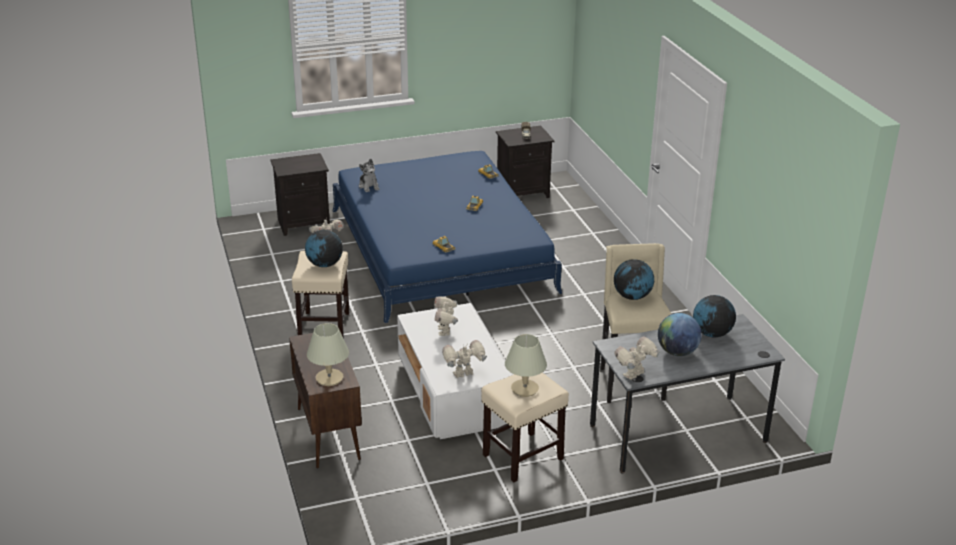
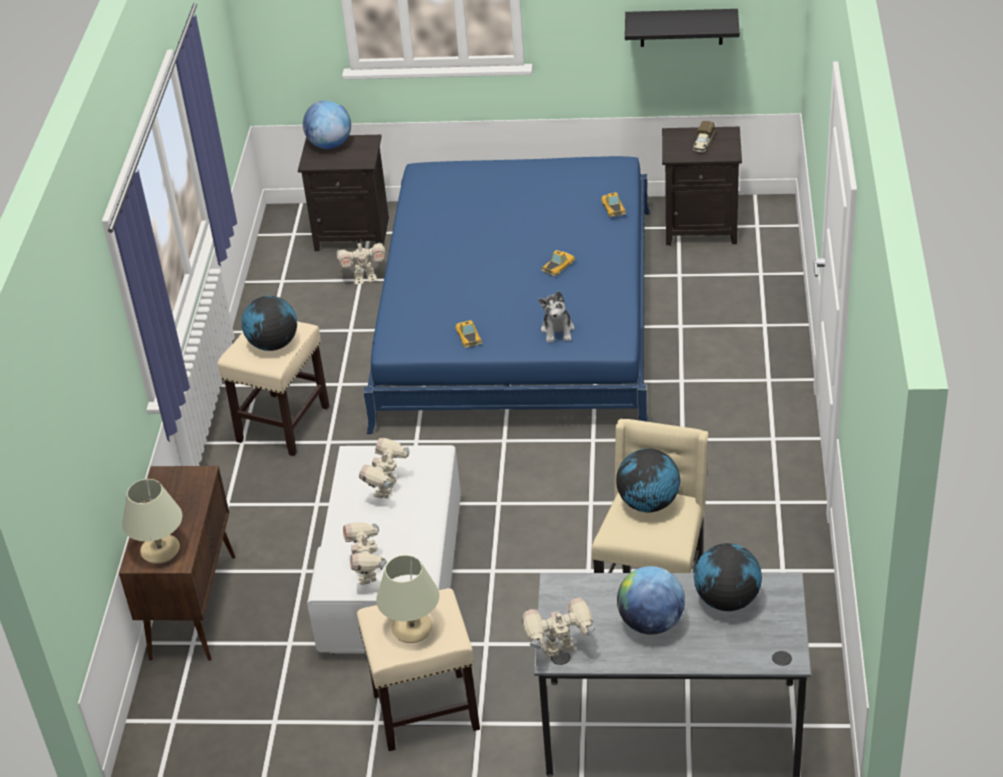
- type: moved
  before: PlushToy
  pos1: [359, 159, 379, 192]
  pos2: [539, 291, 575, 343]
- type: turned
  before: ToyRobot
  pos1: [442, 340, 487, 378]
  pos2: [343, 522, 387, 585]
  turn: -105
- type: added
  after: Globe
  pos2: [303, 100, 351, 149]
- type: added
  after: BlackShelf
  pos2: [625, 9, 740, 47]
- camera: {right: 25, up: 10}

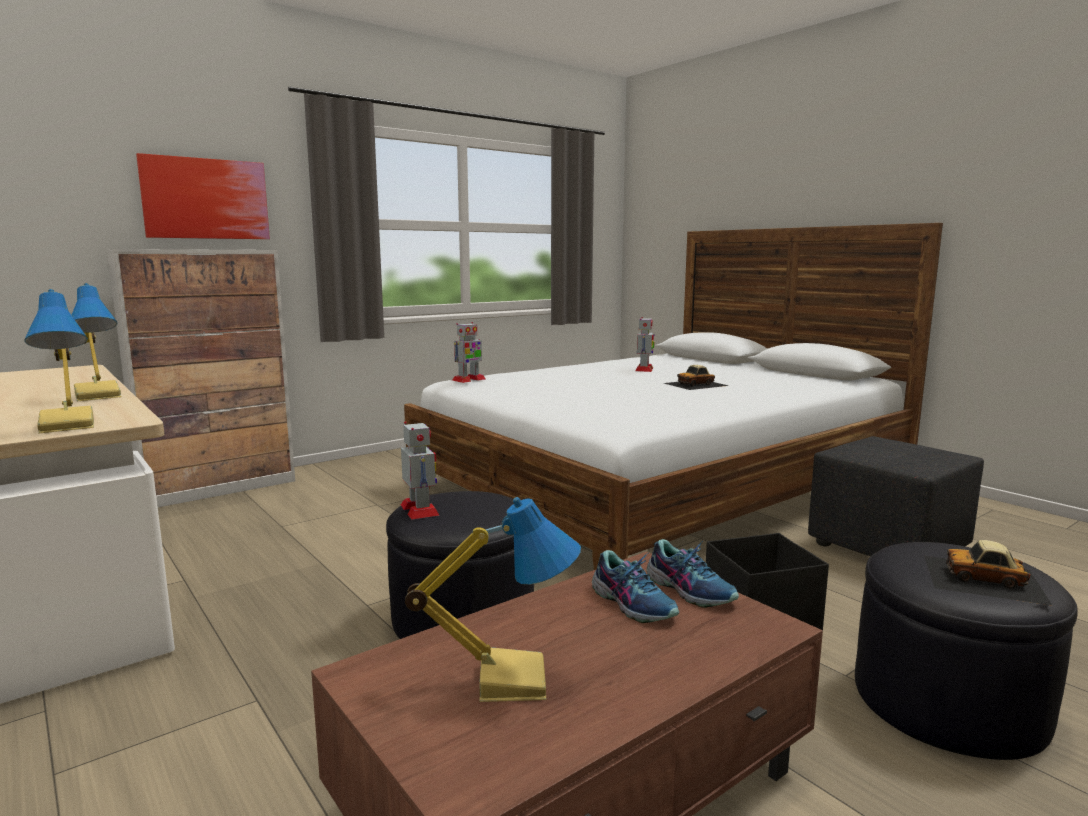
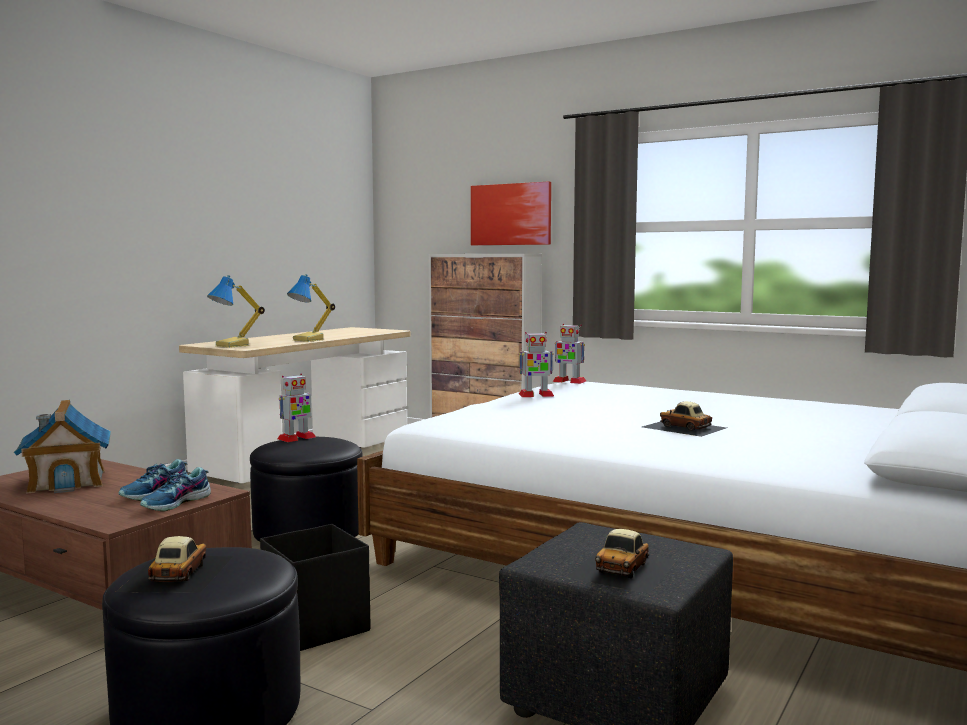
- type: replaced
  before: TableLamp
  after: ToyHouse
  pos1: [405, 497, 581, 702]
  pos2: [14, 400, 111, 494]
- type: moved
  before: ToyRobot
  pos1: [635, 317, 654, 372]
  pos2: [519, 332, 555, 397]
- type: added
  after: ToyCar
  pos2: [567, 529, 677, 594]
- camera: {right: 70, up: -5}

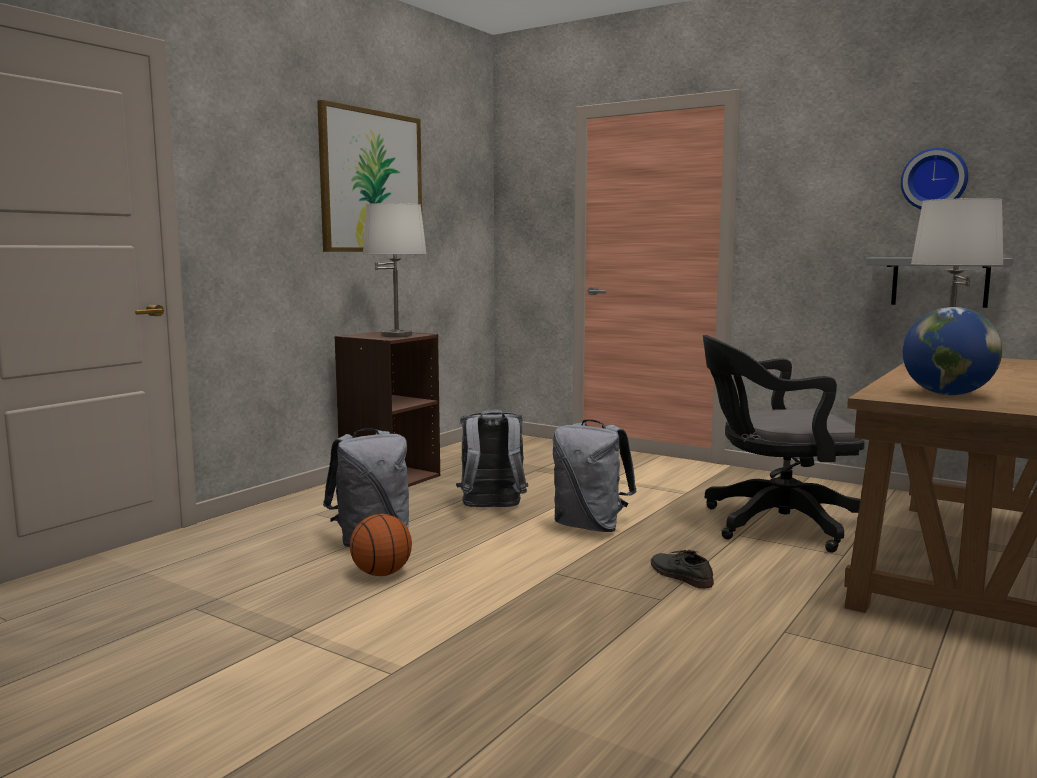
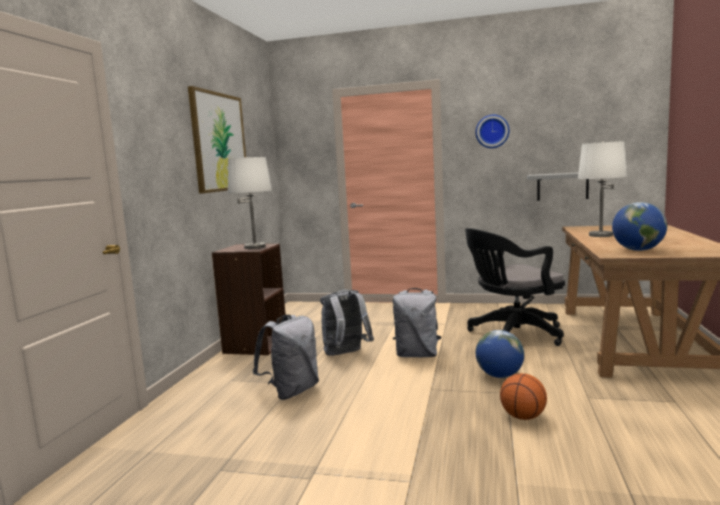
- type: moved
  before: Basketball
  pos1: [350, 514, 412, 576]
  pos2: [500, 373, 547, 420]
- type: replaced
  before: GreyShoe
  after: Globe
  pos1: [651, 550, 714, 589]
  pos2: [476, 330, 524, 378]
- type: moved
  before: WallClock
  pos1: [901, 148, 968, 209]
  pos2: [475, 115, 509, 148]
- camera: {right: -20, up: 0}

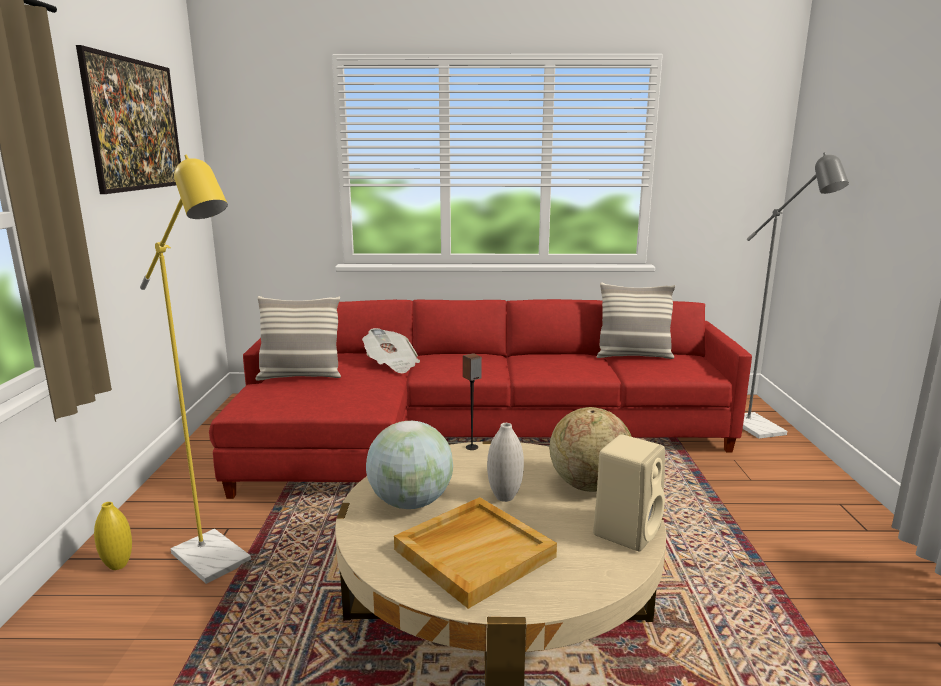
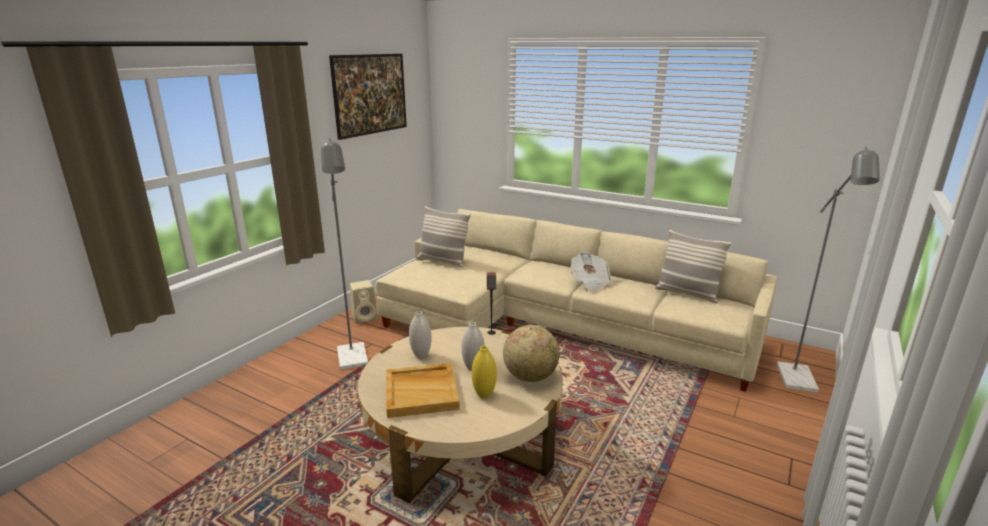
- type: moved
  before: YellowVase
  pos1: [94, 502, 132, 570]
  pos2: [472, 346, 497, 398]
- type: recoloured
  before: YellowFloorLamp
  after: GreyFloorLamp
  pos1: [140, 155, 251, 584]
  pos2: [321, 138, 368, 370]
- type: recoloured
  before: RedSofa
  after: BeigeSofa
  pos1: [209, 299, 752, 499]
  pos2: [375, 209, 777, 392]
- type: moved
  before: Newspaper
  pos1: [362, 328, 420, 374]
  pos2: [571, 252, 611, 291]
- type: replaced
  before: Globe
  after: WhiteVase
  pos1: [366, 421, 453, 509]
  pos2: [409, 311, 431, 358]
- type: moved
  before: BeigeSpeaker
  pos1: [593, 434, 665, 551]
  pos2: [350, 280, 377, 324]
- camera: {right: 30, up: 5}

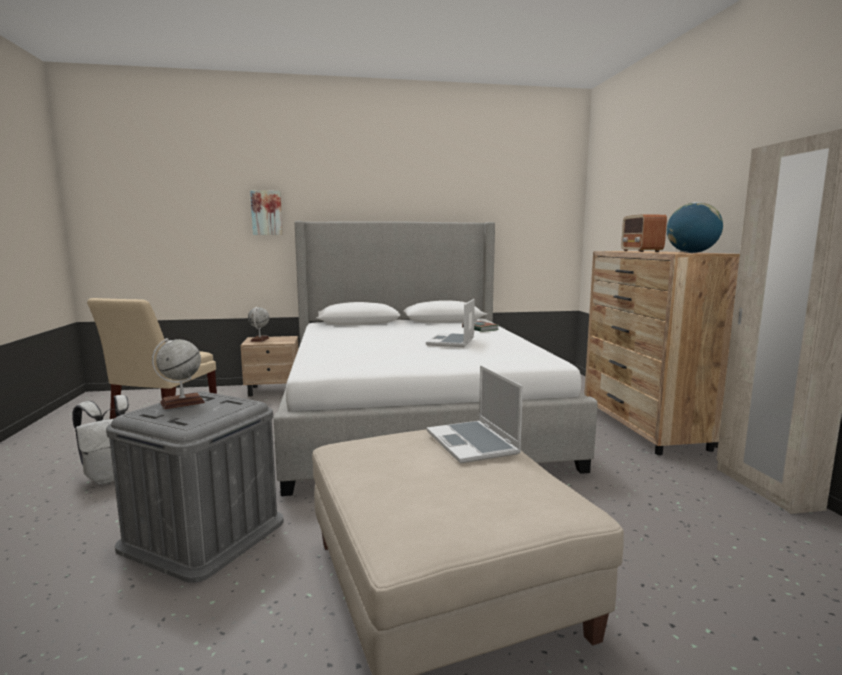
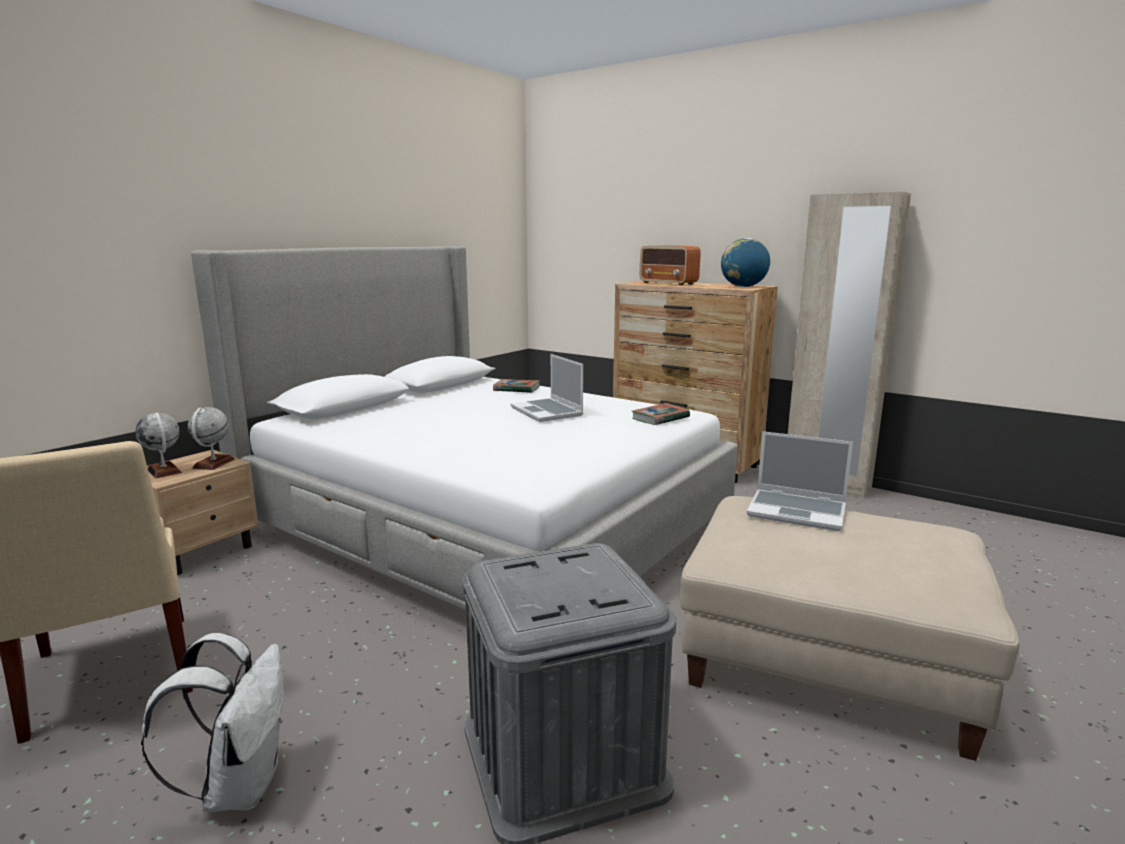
- type: moved
  before: Globe
  pos1: [152, 338, 205, 409]
  pos2: [188, 407, 235, 470]
- type: removed
  before: Picture
  pos1: [250, 190, 283, 235]
- type: added
  after: Book
  pos2: [632, 403, 690, 425]
- camera: {right: -45, up: 5}

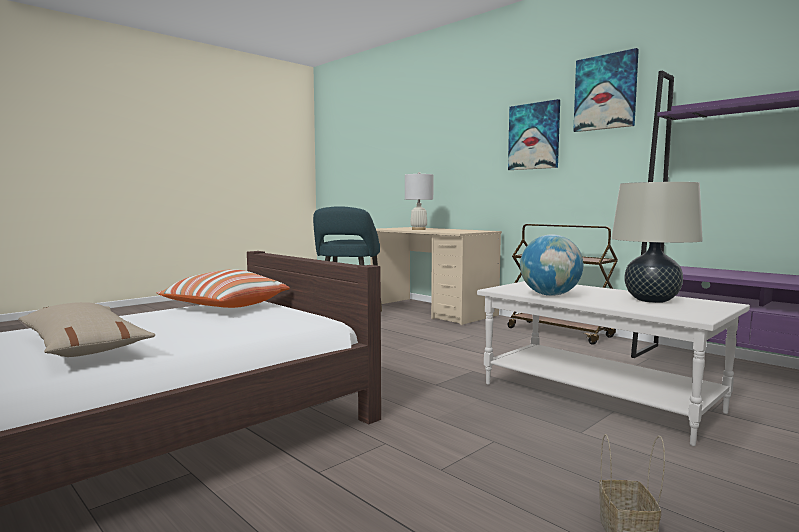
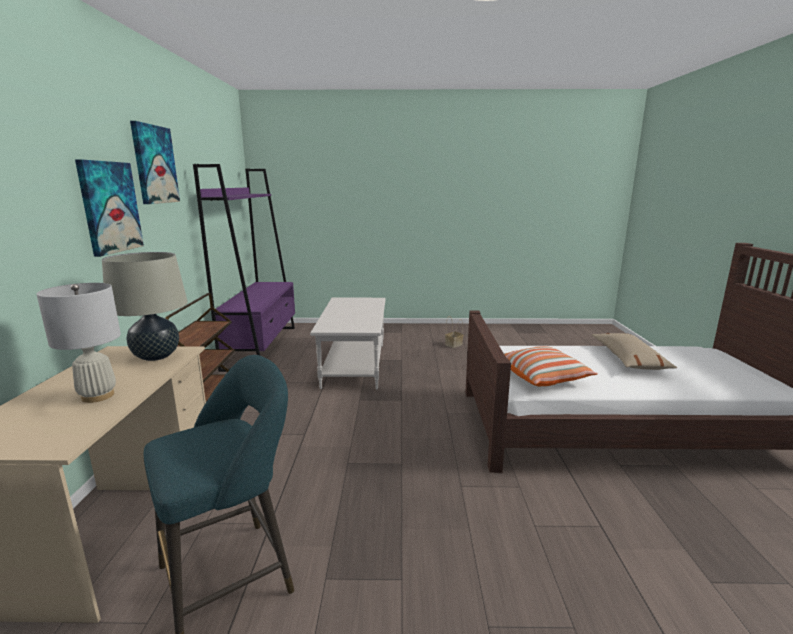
- type: removed
  before: Globe
  pos1: [520, 234, 583, 296]
- type: moved
  before: BeigeTableLamp
  pos1: [611, 182, 703, 303]
  pos2: [102, 252, 188, 361]
- camera: {right: -135, up: 10}

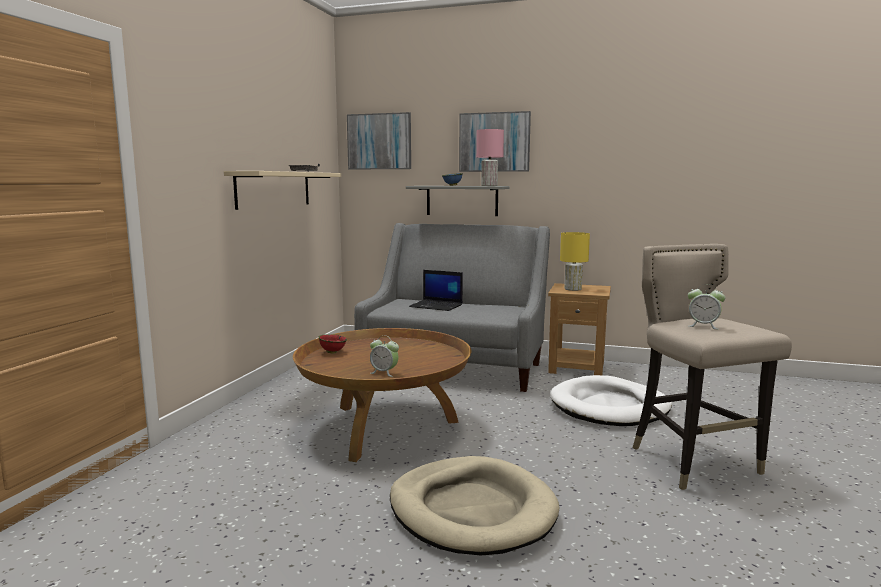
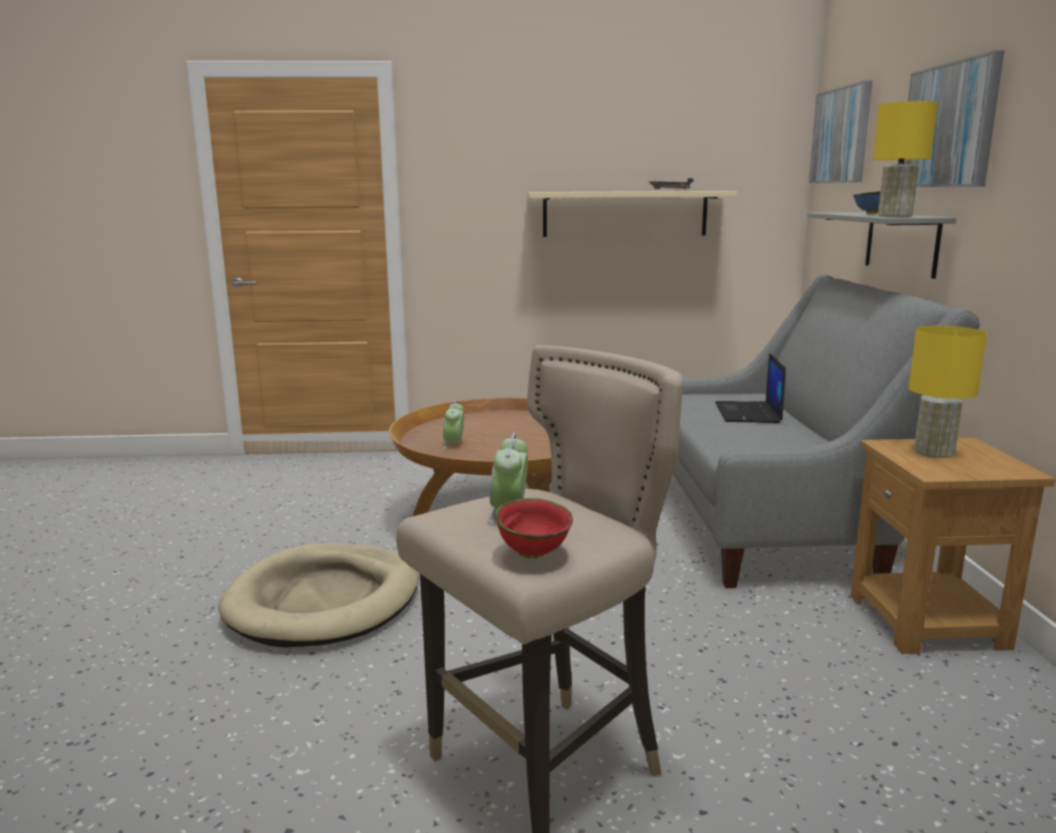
- type: moved
  before: RedBowl
  pos1: [319, 334, 347, 353]
  pos2: [495, 498, 573, 559]
- type: recoloured
  before: PinkTableLamp
  after: YellowTableLamp
  pos1: [476, 129, 504, 186]
  pos2: [873, 101, 938, 217]
- type: removed
  before: WhiteDogBed
  pos1: [550, 375, 672, 426]
- camera: {right: 70, up: 5}

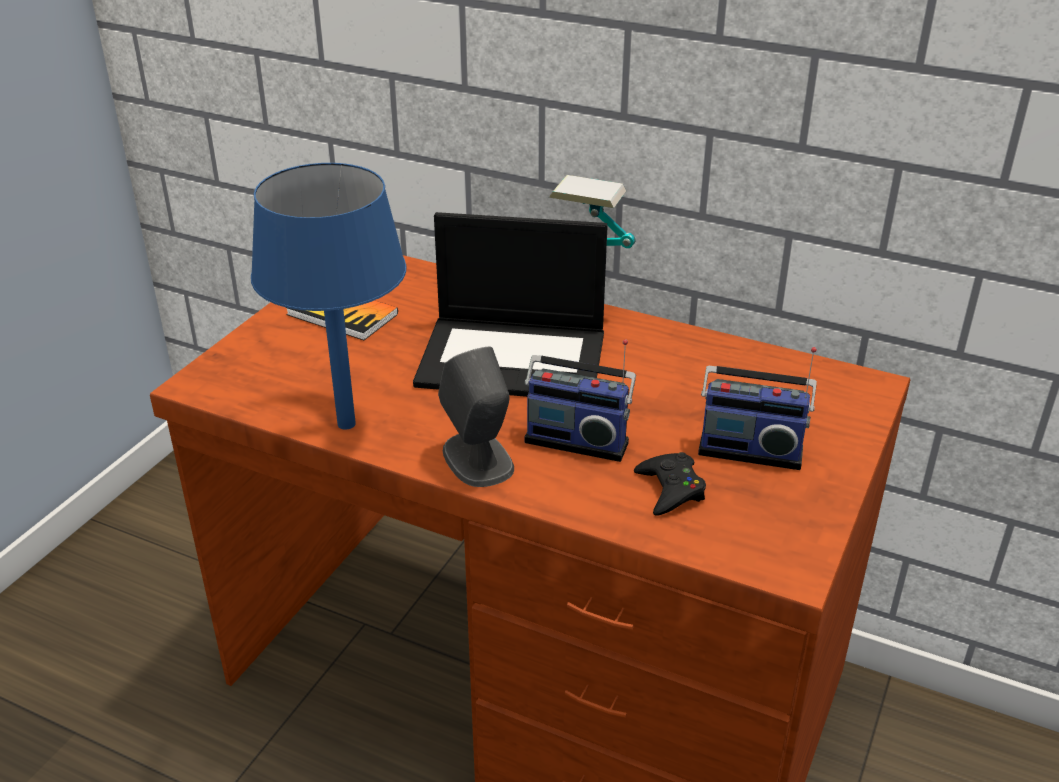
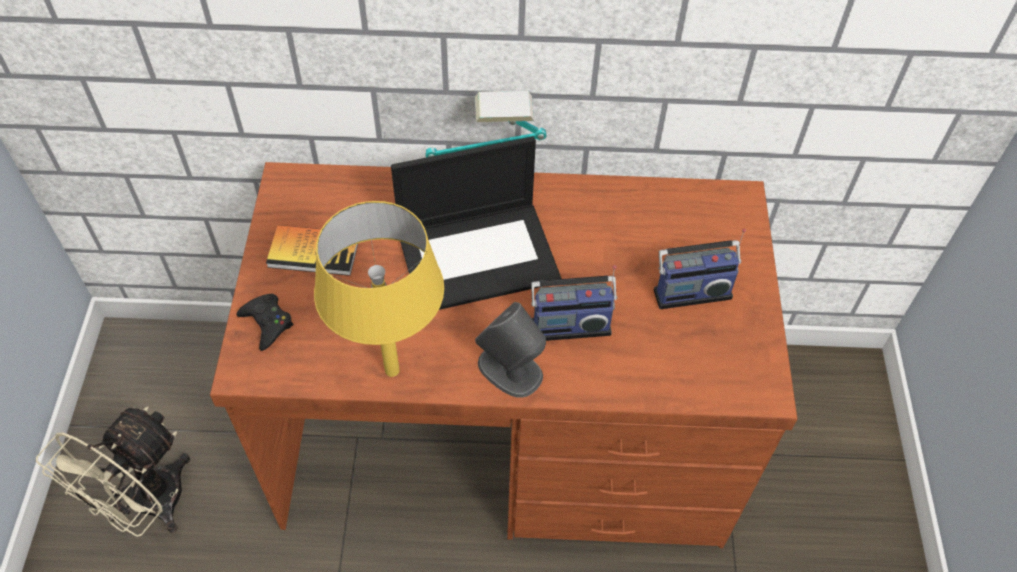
- type: recoloured
  before: BlueTableLamp
  after: YellowTableLamp
  pos1: [251, 163, 407, 430]
  pos2: [314, 201, 444, 377]
- type: moved
  before: BlackGameController
  pos1: [634, 452, 706, 516]
  pos2: [237, 294, 293, 351]
- type: added
  after: BeigeFan
  pos2: [36, 406, 190, 537]
- camera: {right: -25, up: 20}

